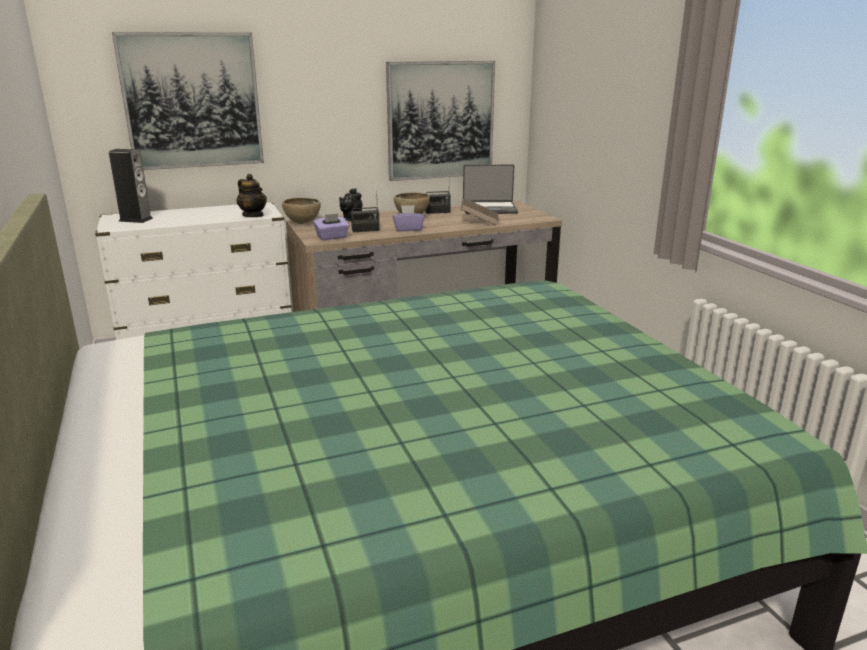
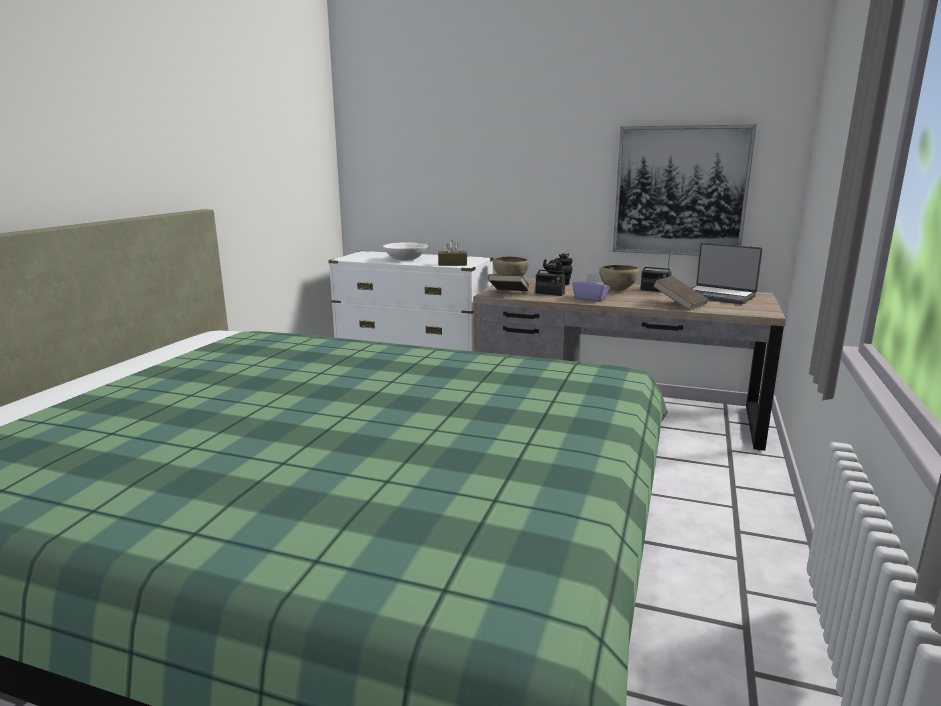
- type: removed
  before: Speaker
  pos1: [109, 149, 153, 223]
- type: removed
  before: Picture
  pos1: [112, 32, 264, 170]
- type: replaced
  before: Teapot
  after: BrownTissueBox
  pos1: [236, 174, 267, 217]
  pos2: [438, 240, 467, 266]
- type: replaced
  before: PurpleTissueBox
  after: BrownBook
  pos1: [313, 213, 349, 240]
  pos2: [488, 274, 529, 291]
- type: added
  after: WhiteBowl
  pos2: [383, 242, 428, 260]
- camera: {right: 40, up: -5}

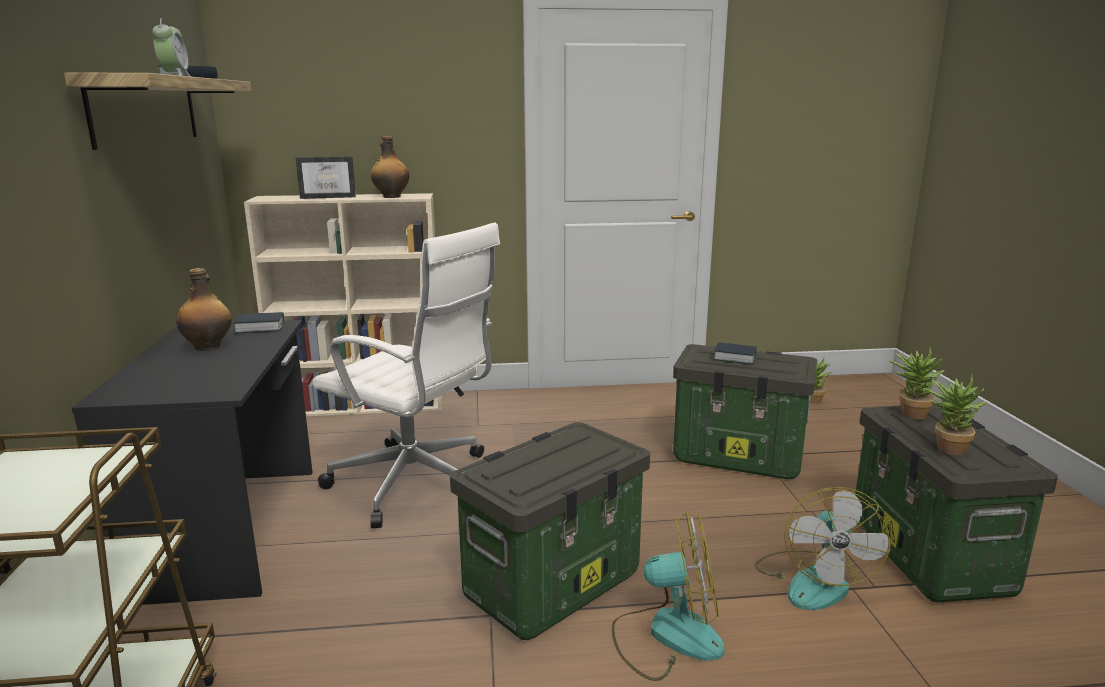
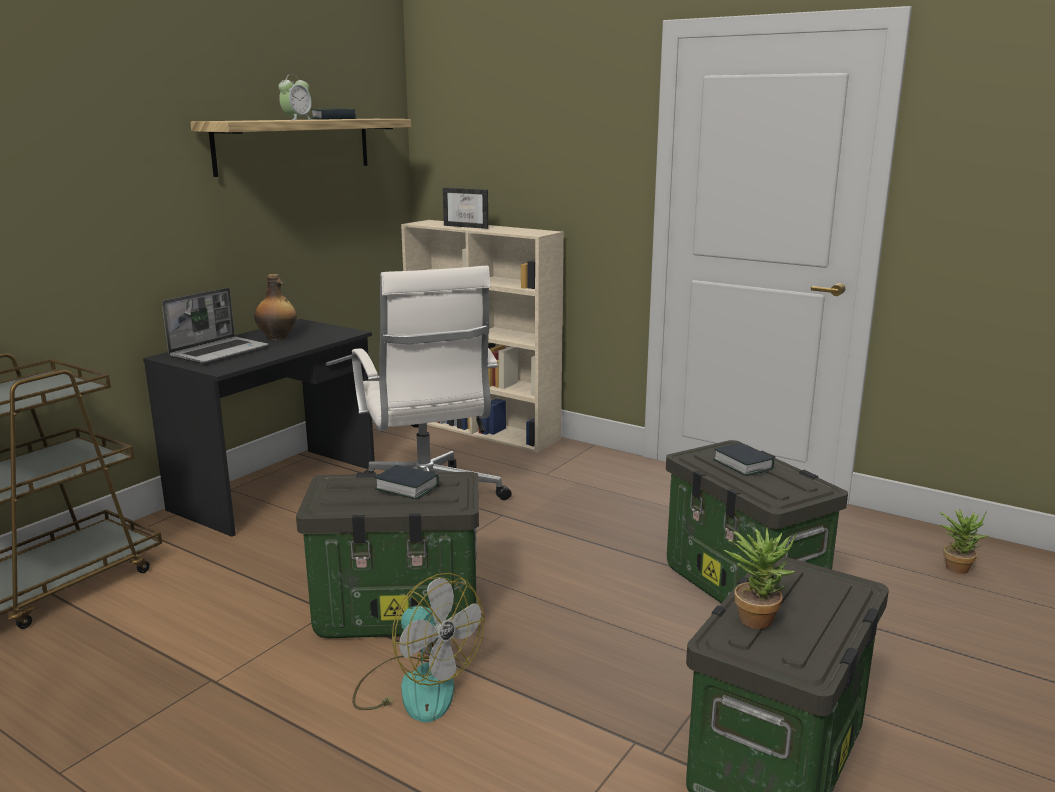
- type: moved
  before: Book
  pos1: [233, 312, 284, 333]
  pos2: [375, 465, 439, 500]
- type: removed
  before: Bottle
  pos1: [371, 136, 409, 198]
- type: removed
  before: Fan
  pos1: [755, 487, 893, 610]
- type: removed
  before: PottedPlant
  pos1: [888, 347, 945, 420]
- type: added
  after: Laptop
  pos2: [162, 288, 269, 364]
- camera: {right: 40, up: 0}

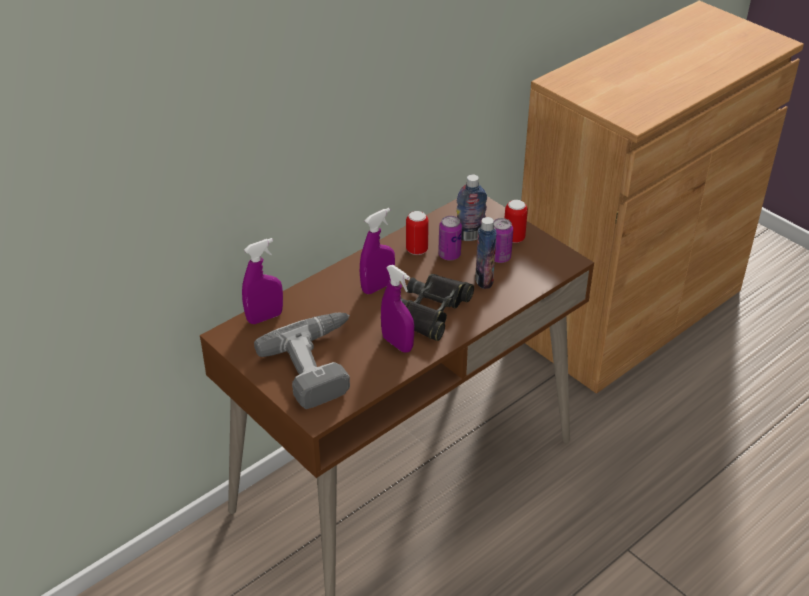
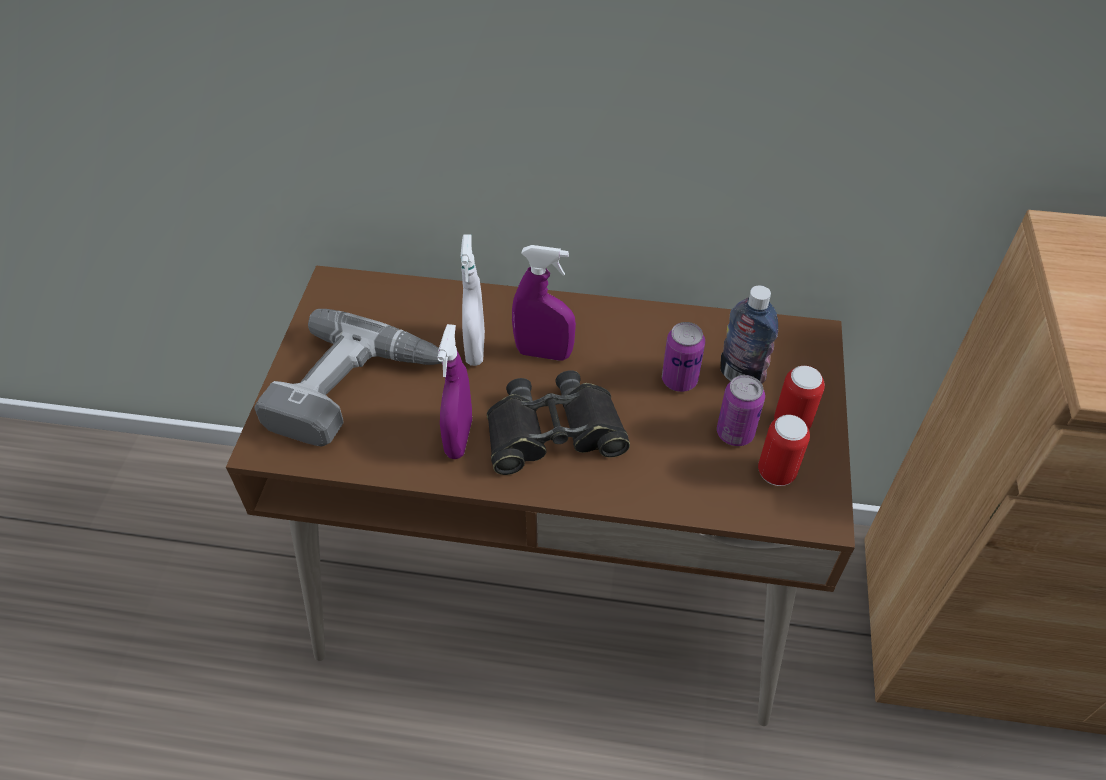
- type: removed
  before: PurpleSprayBottle
  pos1: [242, 238, 283, 324]
- type: moved
  before: Can
  pos1: [406, 211, 429, 255]
  pos2: [758, 415, 810, 486]
- type: removed
  before: Bottle
  pos1: [475, 217, 497, 289]
- type: added
  after: WhiteSprayBottle
  pos2: [461, 234, 485, 366]
- camera: {right: 50, up: 10}

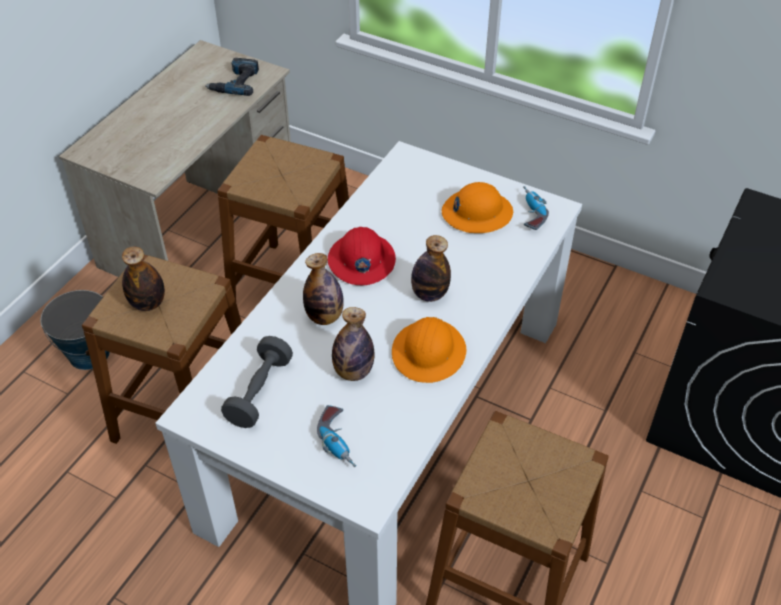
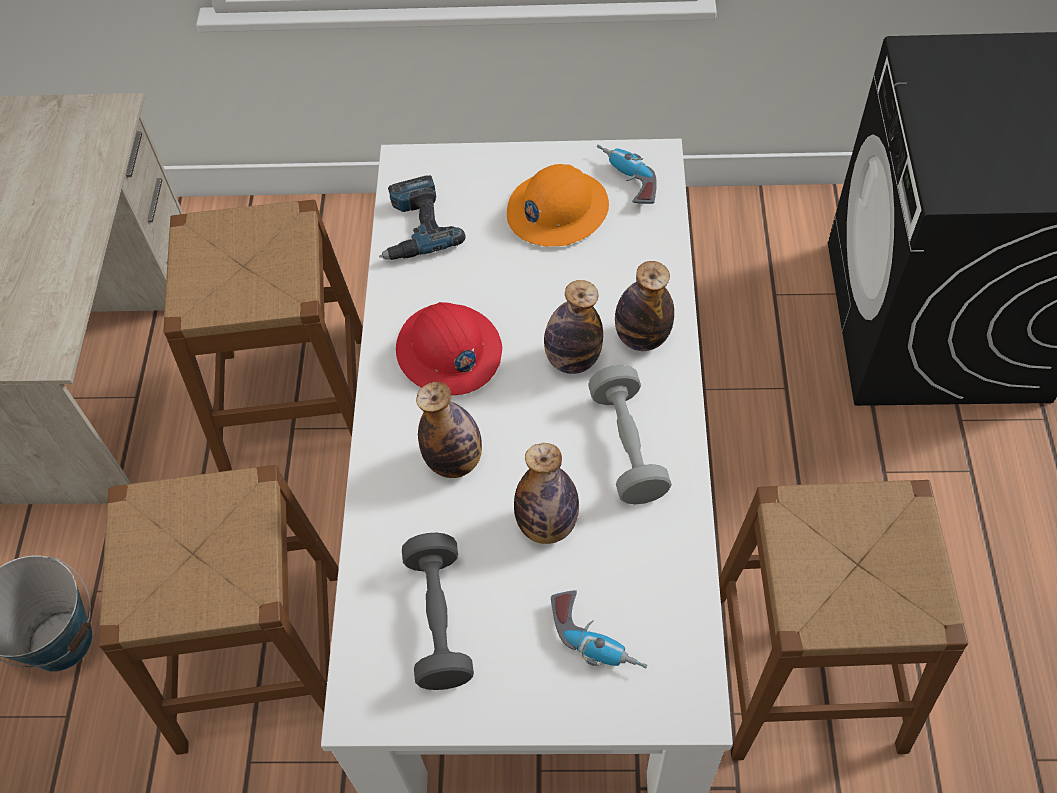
- type: moved
  before: Bottle
  pos1: [122, 246, 165, 311]
  pos2: [615, 261, 674, 351]
- type: moved
  before: PowerDrill
  pos1: [205, 58, 259, 96]
  pos2: [379, 175, 466, 260]
- type: replaced
  before: OrangeHardHat
  after: GreyDumbbell
  pos1: [392, 317, 466, 383]
  pos2: [588, 365, 672, 504]
- camera: {right: -25, up: 10}

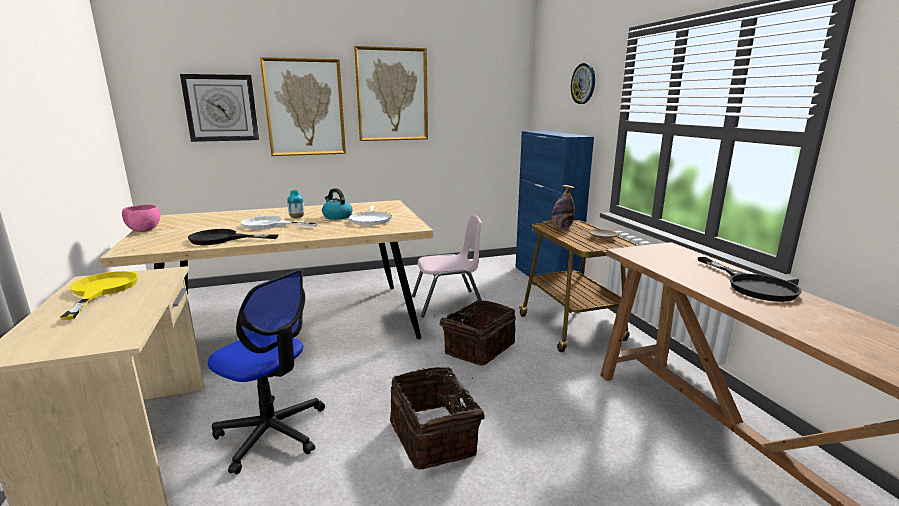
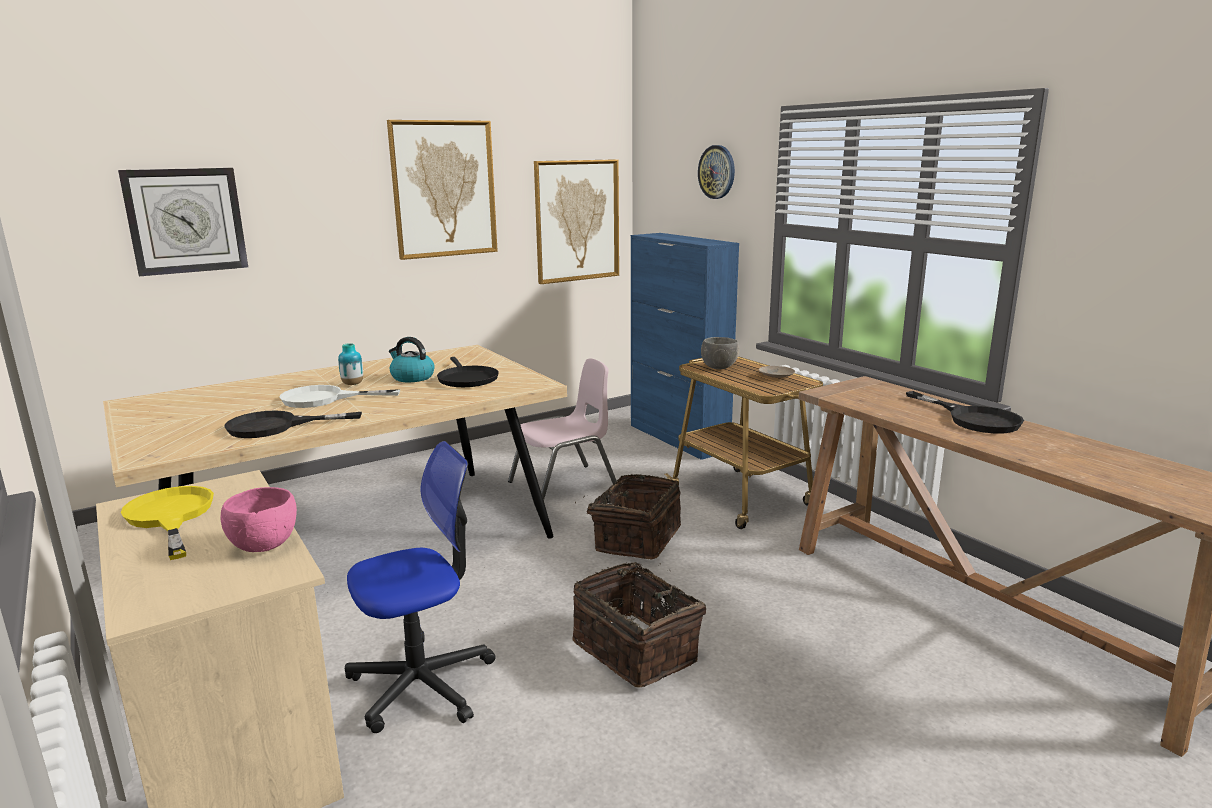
- type: moved
  before: PinkBowl
  pos1: [122, 205, 160, 232]
  pos2: [221, 487, 297, 552]
- type: turned
  before: OfficeChair
  pos1: [208, 269, 325, 474]
  pos2: [345, 441, 496, 733]
  turn: -45
- type: moved
  before: Picture
  pos1: [260, 57, 346, 156]
  pos2: [534, 159, 619, 284]
- type: recoloured
  before: WhiteFryingPan
  after: BlackFryingPan
  pos1: [349, 206, 392, 226]
  pos2: [437, 357, 499, 387]
- type: replaced
  before: Bottle
  after: GreyBowl
  pos1: [552, 185, 575, 229]
  pos2: [701, 337, 740, 369]
- camera: {right: -15, up: 0}

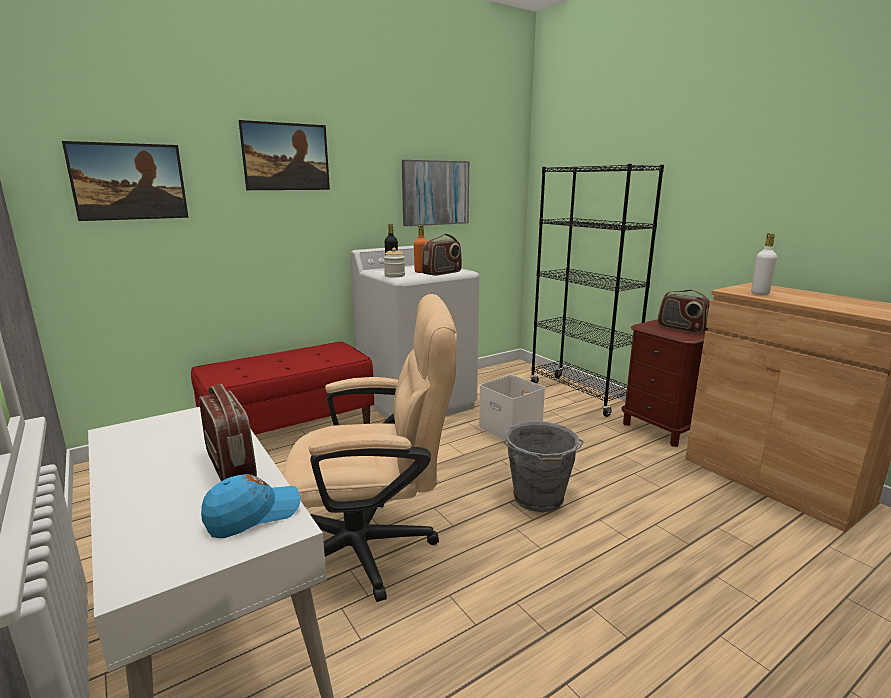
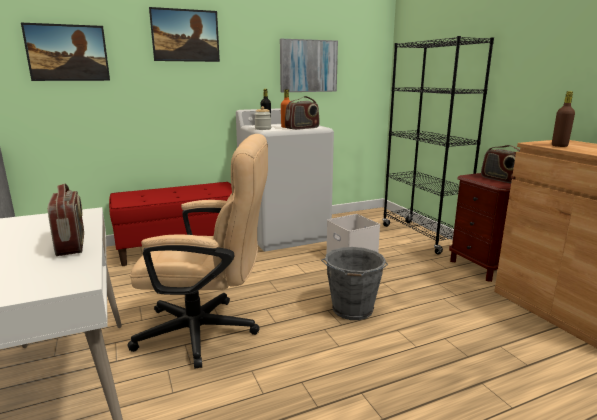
- type: removed
  before: BlueCap
  pos1: [201, 474, 301, 538]
- type: recoloured
  before: WhiteBottle
  after: BrownBottle
  pos1: [751, 233, 777, 295]
  pos2: [552, 91, 575, 147]
- camera: {right: 10, up: 0}

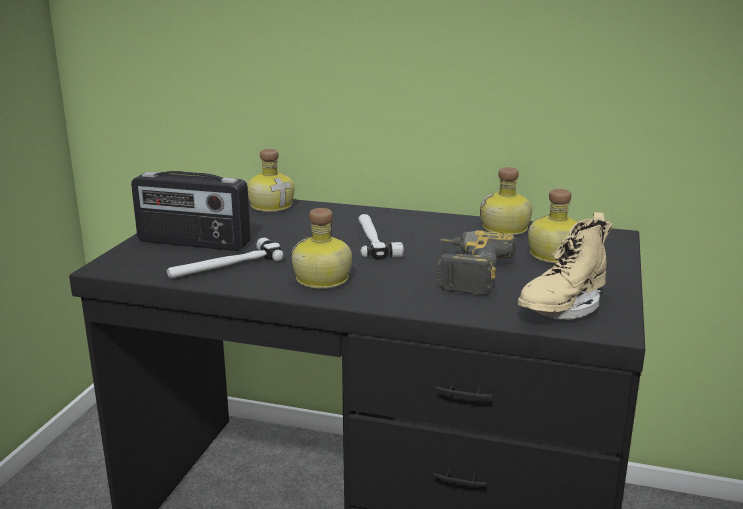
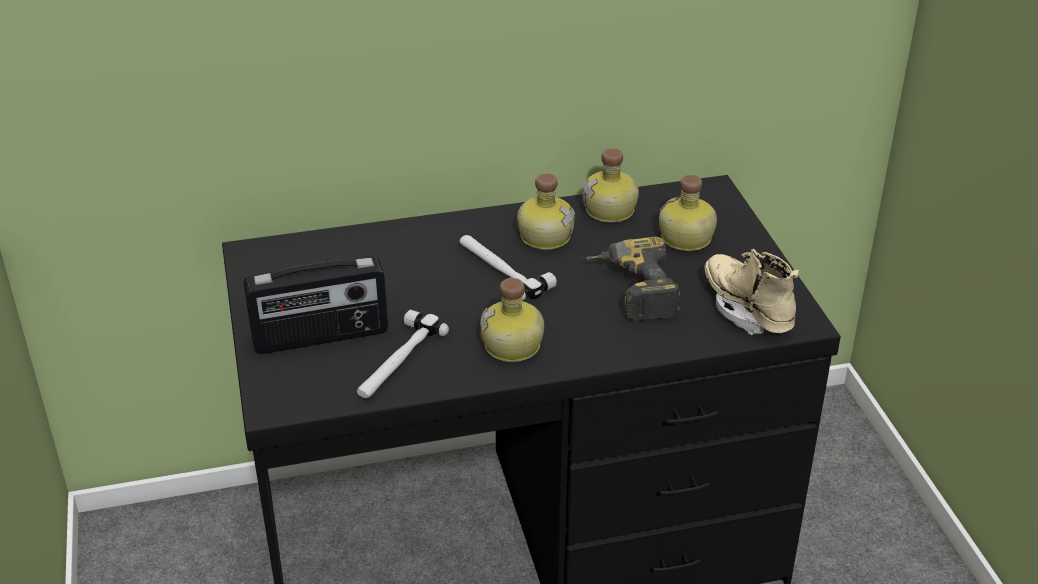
- type: moved
  before: Bottle
  pos1: [247, 149, 295, 212]
  pos2: [517, 173, 575, 250]
- type: turned
  before: BeigeBoot
  pos1: [518, 212, 613, 320]
  pos2: [705, 249, 799, 335]
  turn: 135
- camera: {right: -30, up: 15}

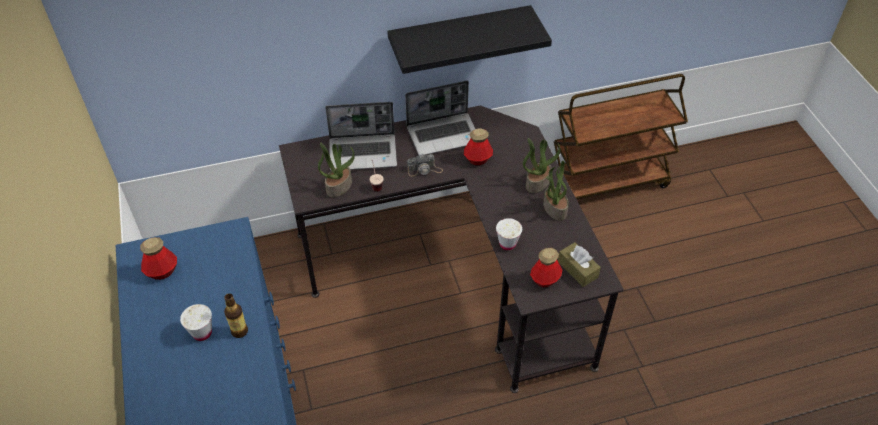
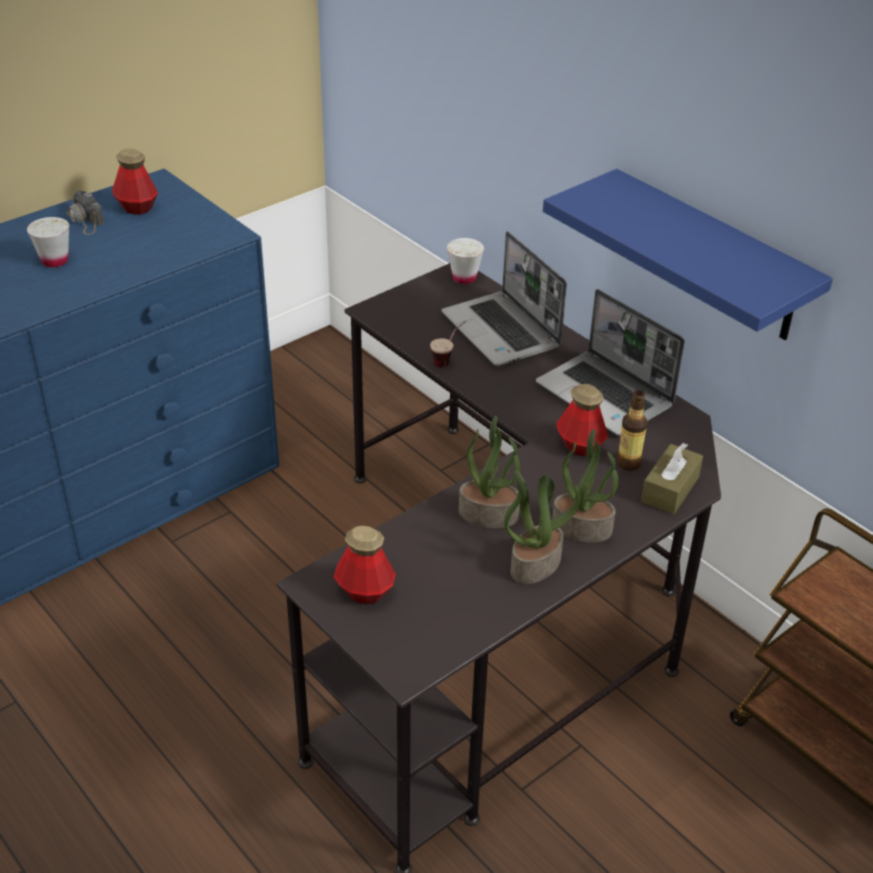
- type: moved
  before: Bottle
  pos1: [224, 294, 248, 338]
  pos2: [617, 390, 647, 471]
- type: moved
  before: PottedPlant
  pos1: [318, 143, 355, 197]
  pos2: [459, 416, 520, 528]
- type: recoloured
  before: BlackShelf
  after: BlueShelf
  pos1: [387, 5, 552, 74]
  pos2: [543, 169, 833, 340]
- type: moved
  before: PhotoCamera
  pos1: [407, 154, 443, 176]
  pos2: [67, 191, 104, 235]
- type: moved
  before: WhiteCup
  pos1: [496, 218, 522, 250]
  pos2: [447, 238, 484, 284]
- type: moved
  before: BrownTissueBox
  pos1: [558, 242, 601, 287]
  pos2: [641, 443, 703, 514]
- camera: {right: 65, up: -10}

